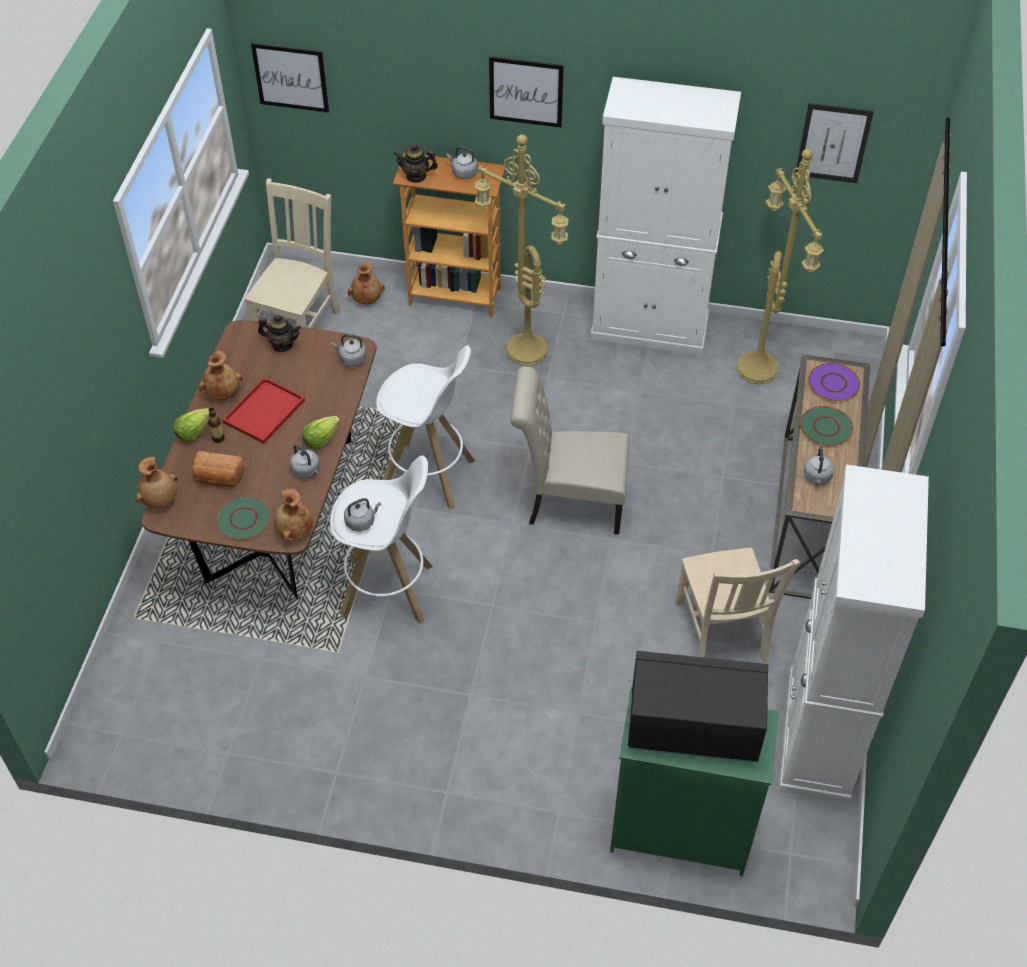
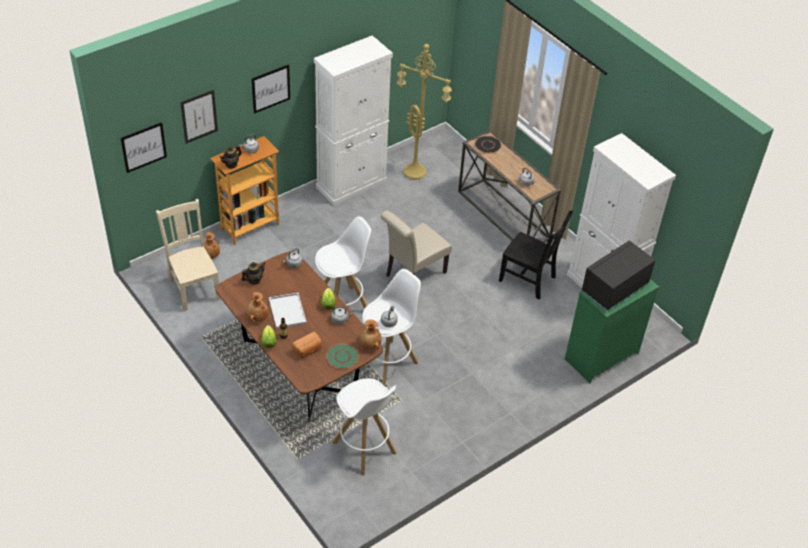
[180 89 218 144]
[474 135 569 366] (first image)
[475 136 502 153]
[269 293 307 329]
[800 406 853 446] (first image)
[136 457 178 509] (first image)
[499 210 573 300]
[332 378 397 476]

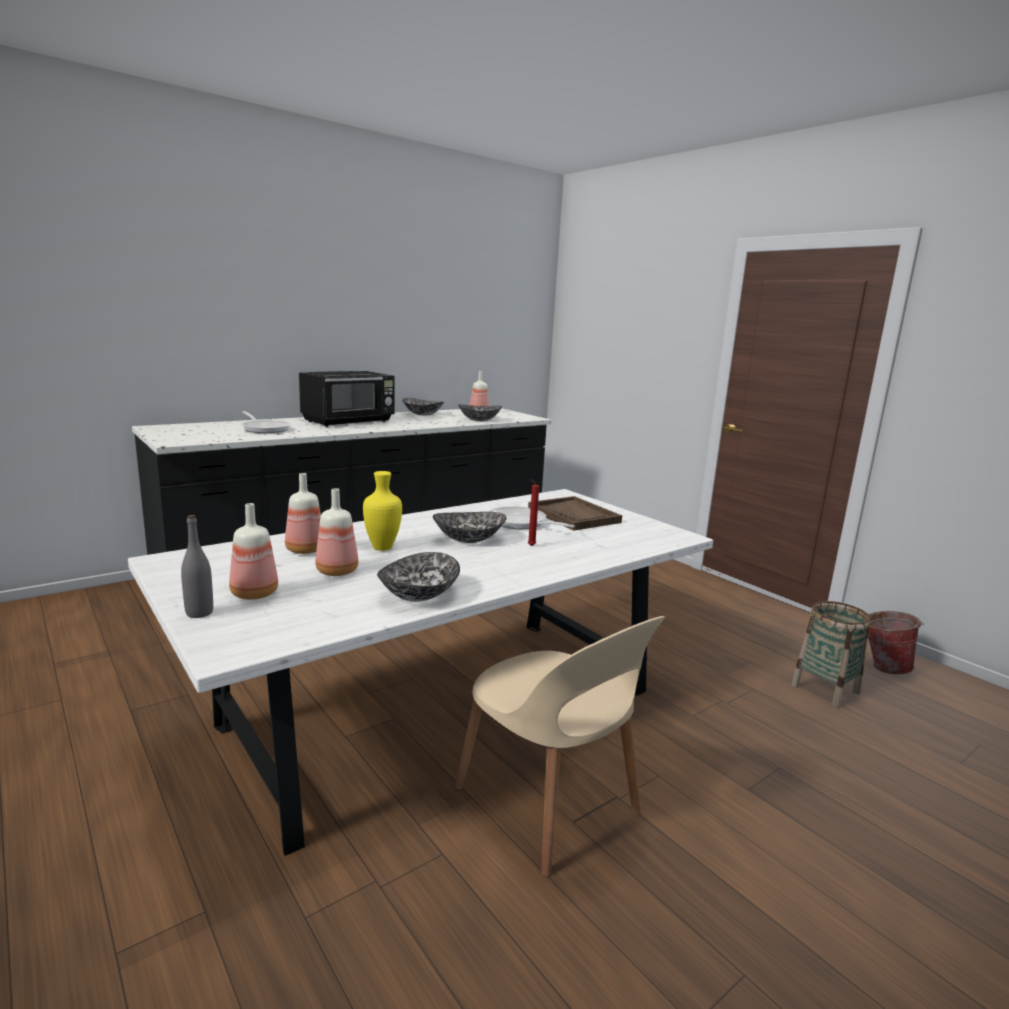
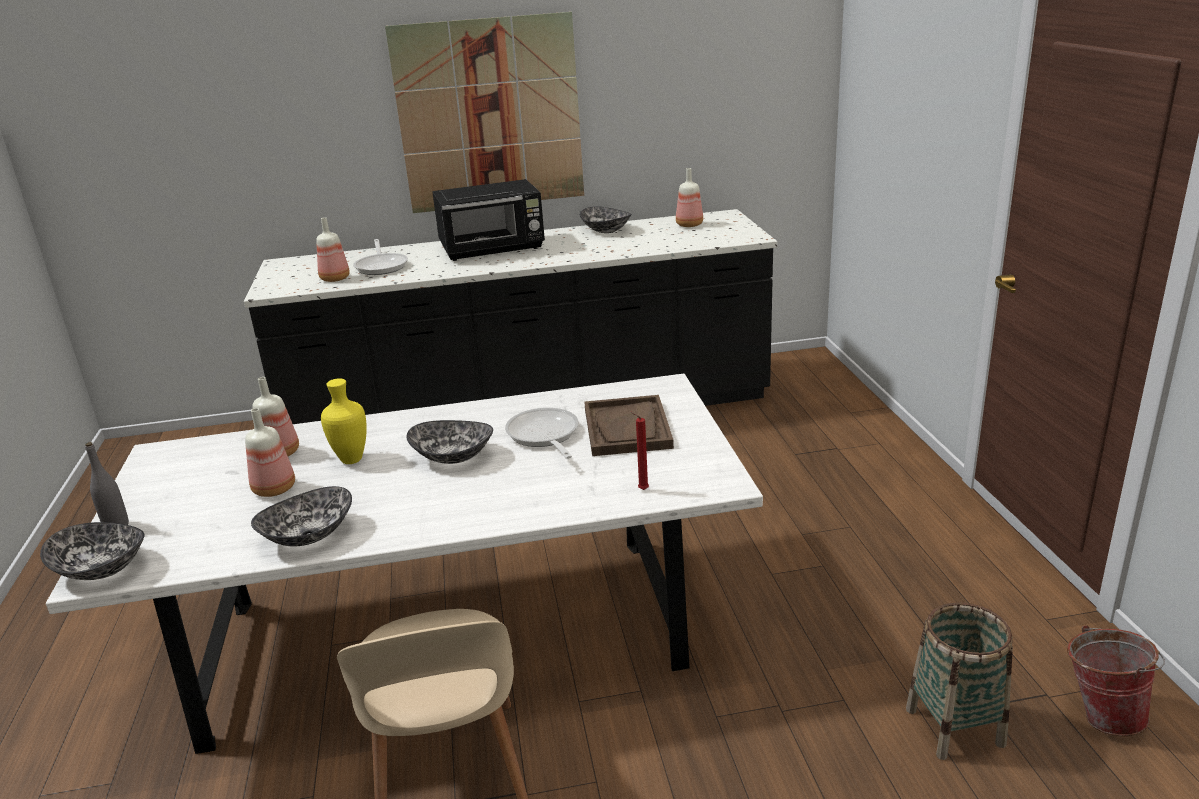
[40 522 145 580]
[631 412 649 490]
[316 217 350 282]
[385 12 584 213]

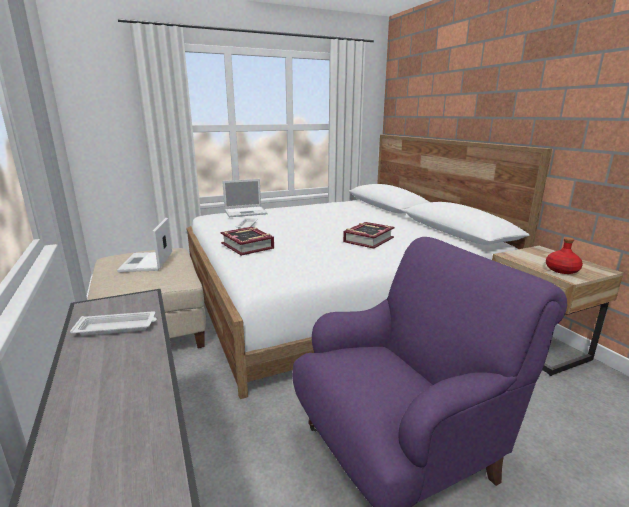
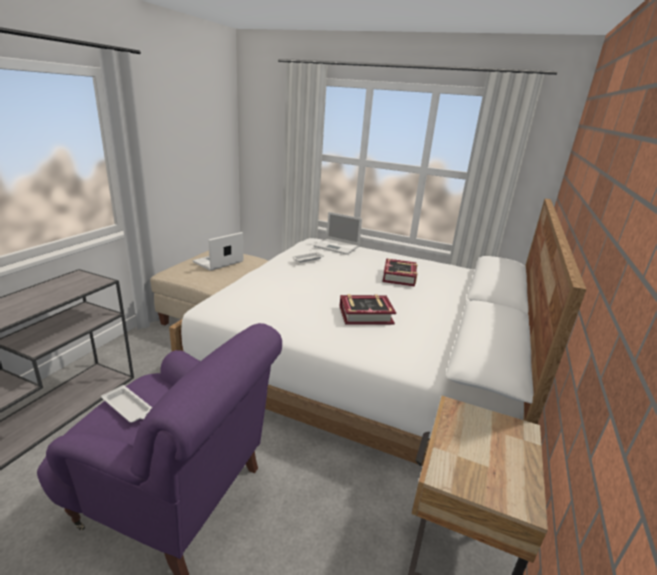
[382 258 418 287]
[546 237 583 274] (first image)
[101 385 152 423]

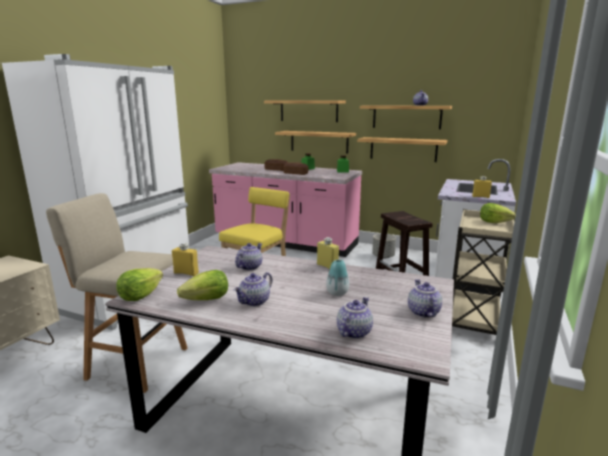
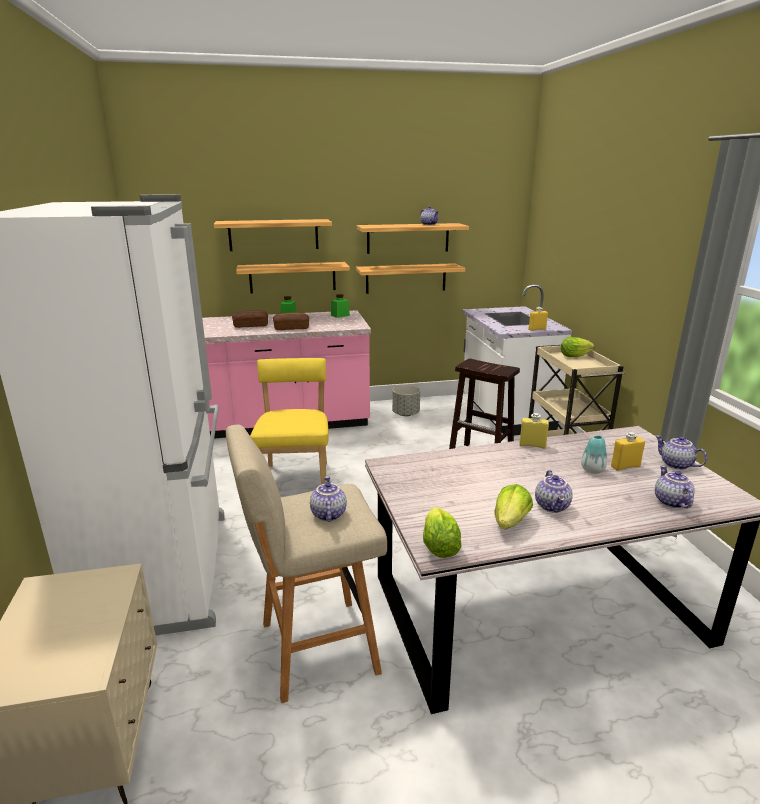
[611 432 645 471]
[310 476 347 522]

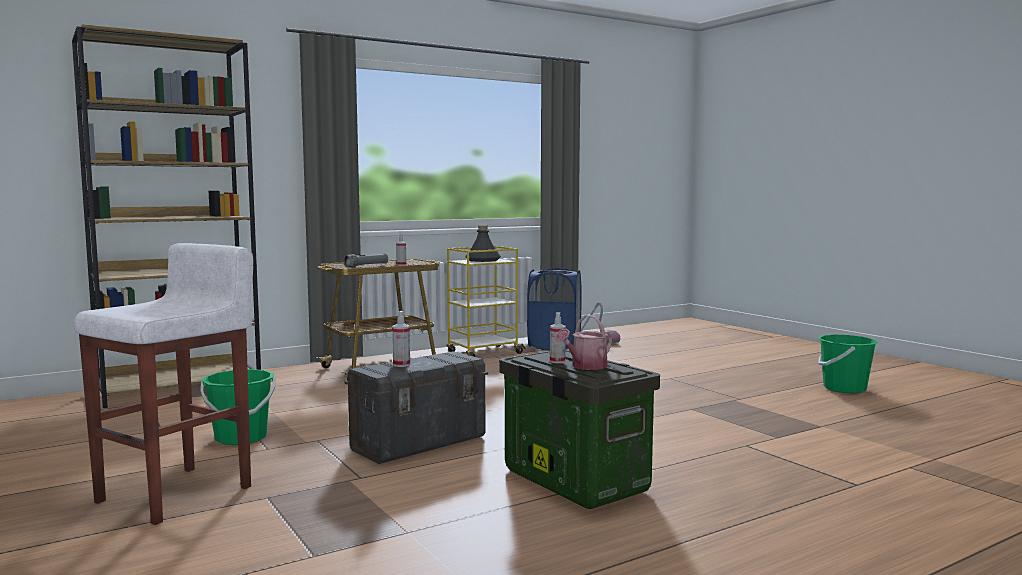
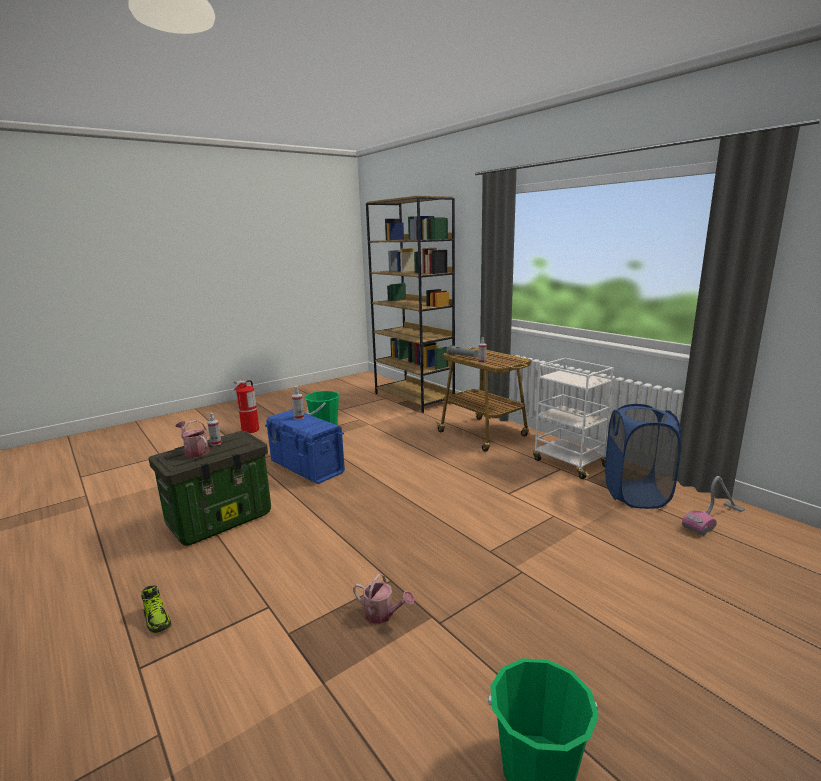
[465 225 501 262] (first image)
[234 380 259 433]
[533 358 613 479]
[265 409 345 484]
[353 574 414 624]
[141 586 172 633]

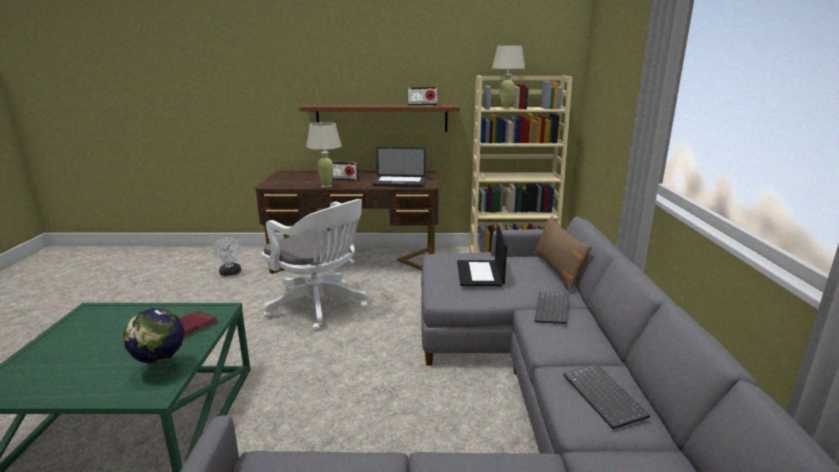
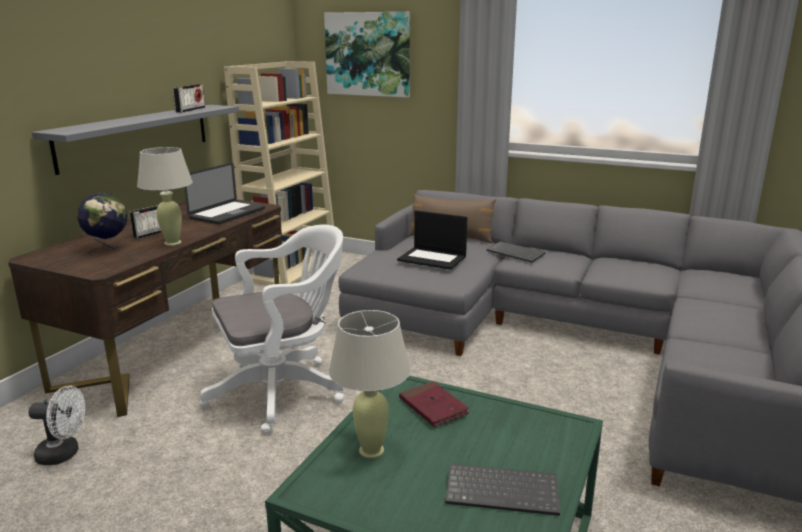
[329 310 411 458]
[32 105 239 175]
[77 193 128 256]
[445 464 560 516]
[324 12 410 97]

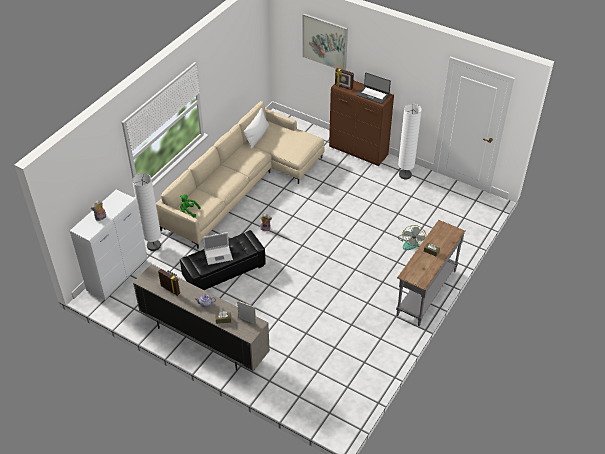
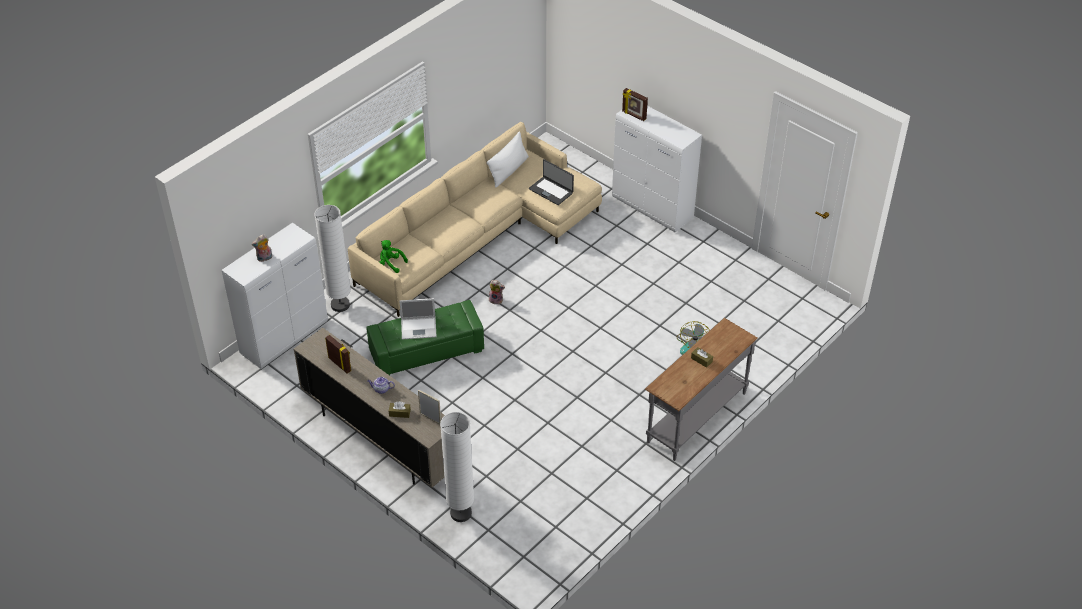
[303 13 348 70] (first image)
[529 159 574 205]
[612 106 702 233]
[440 412 474 522]
[366 300 484 375]

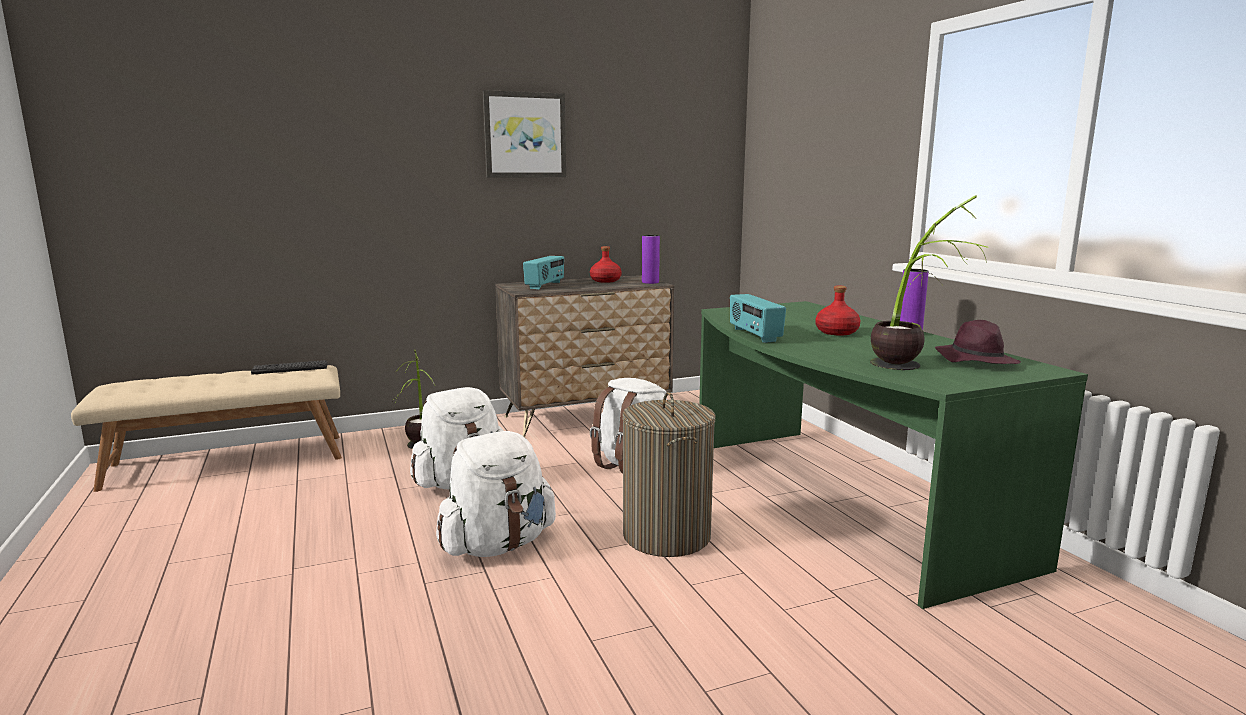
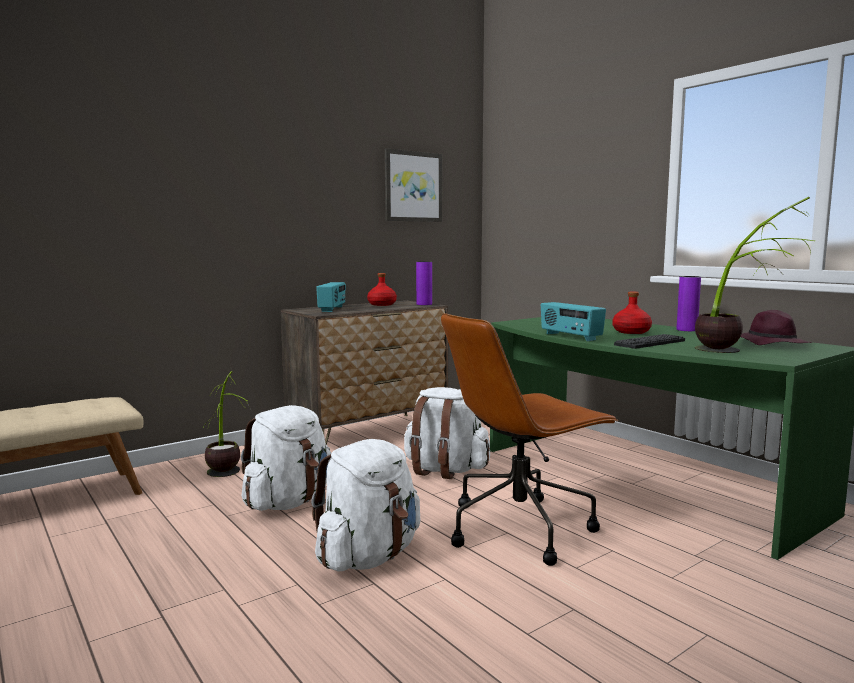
[385 148 442 222]
[614 334 685 349]
[441 313 618 566]

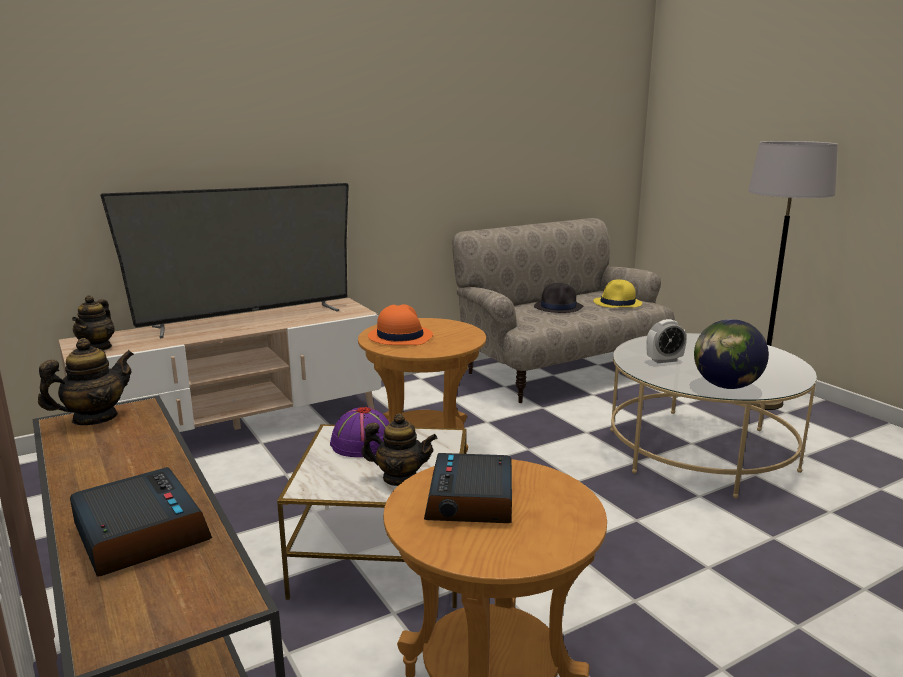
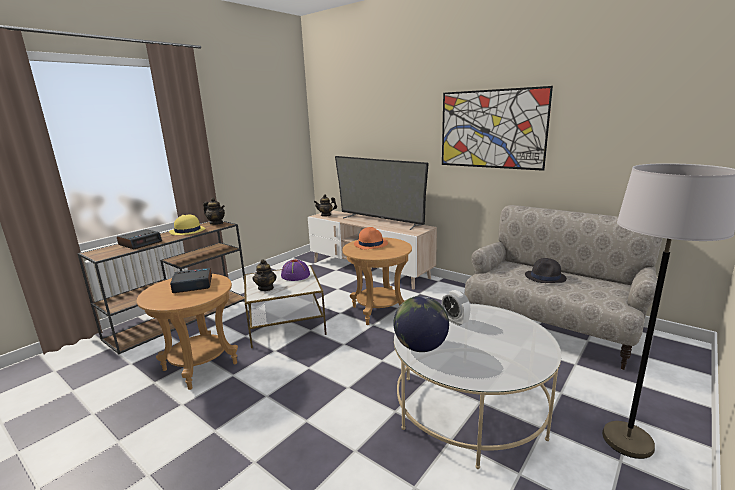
[169 215 206 235]
[442 86 553 171]

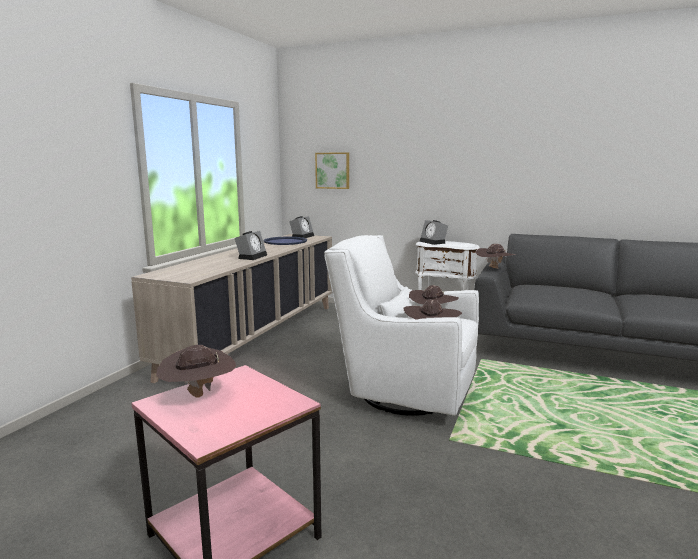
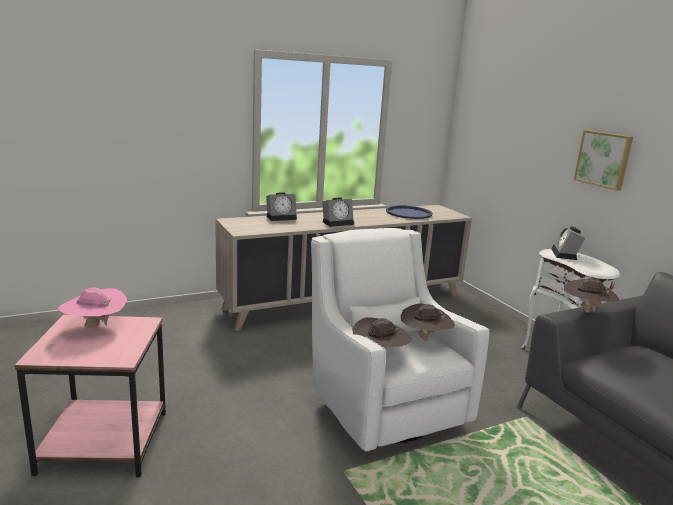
[574 130 633 191]
[266 192 297 221]
[58 288 127 328]

